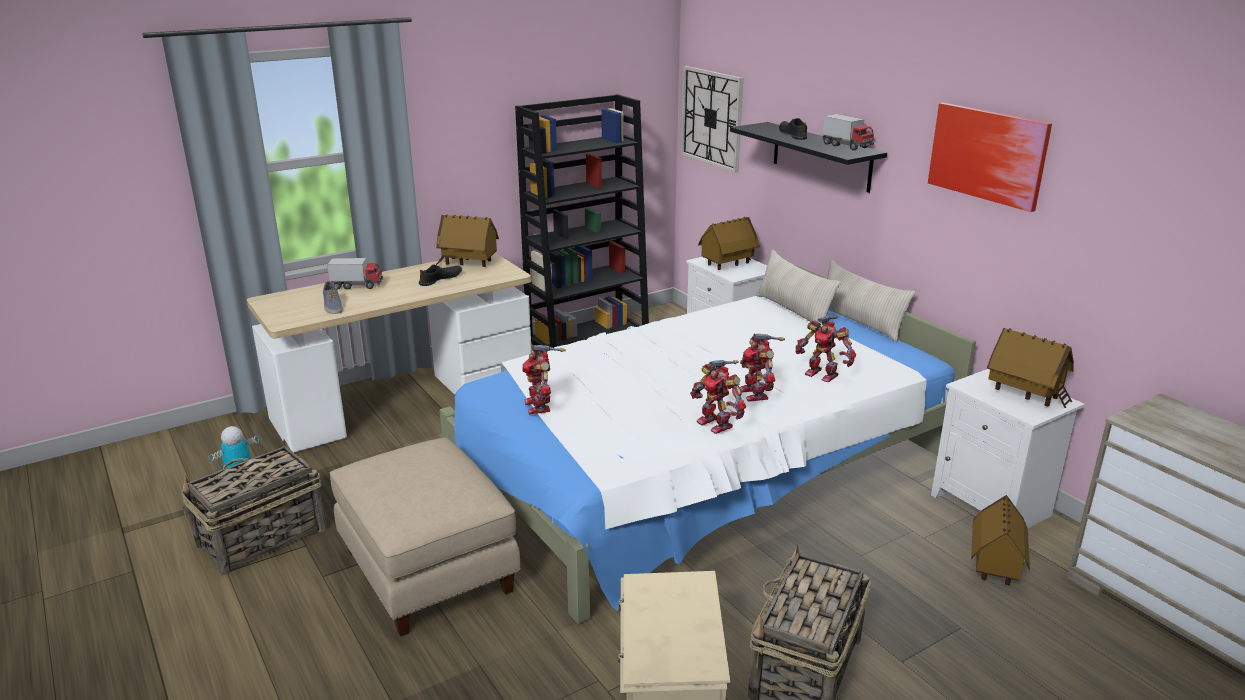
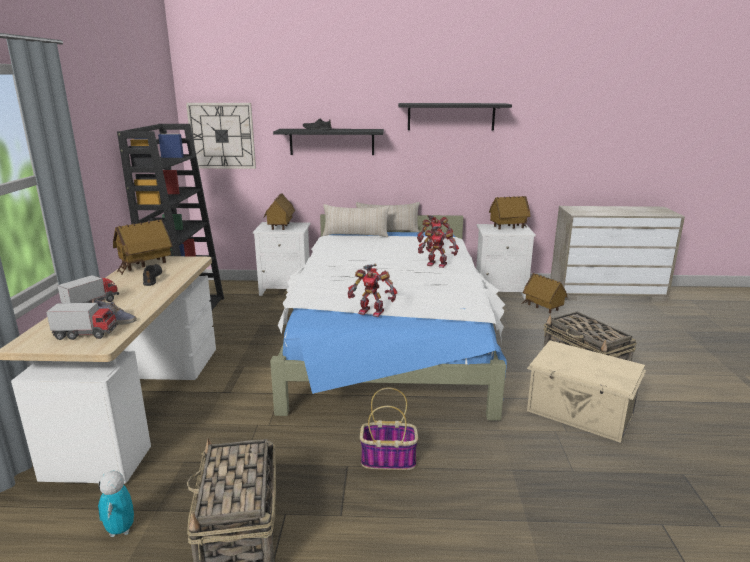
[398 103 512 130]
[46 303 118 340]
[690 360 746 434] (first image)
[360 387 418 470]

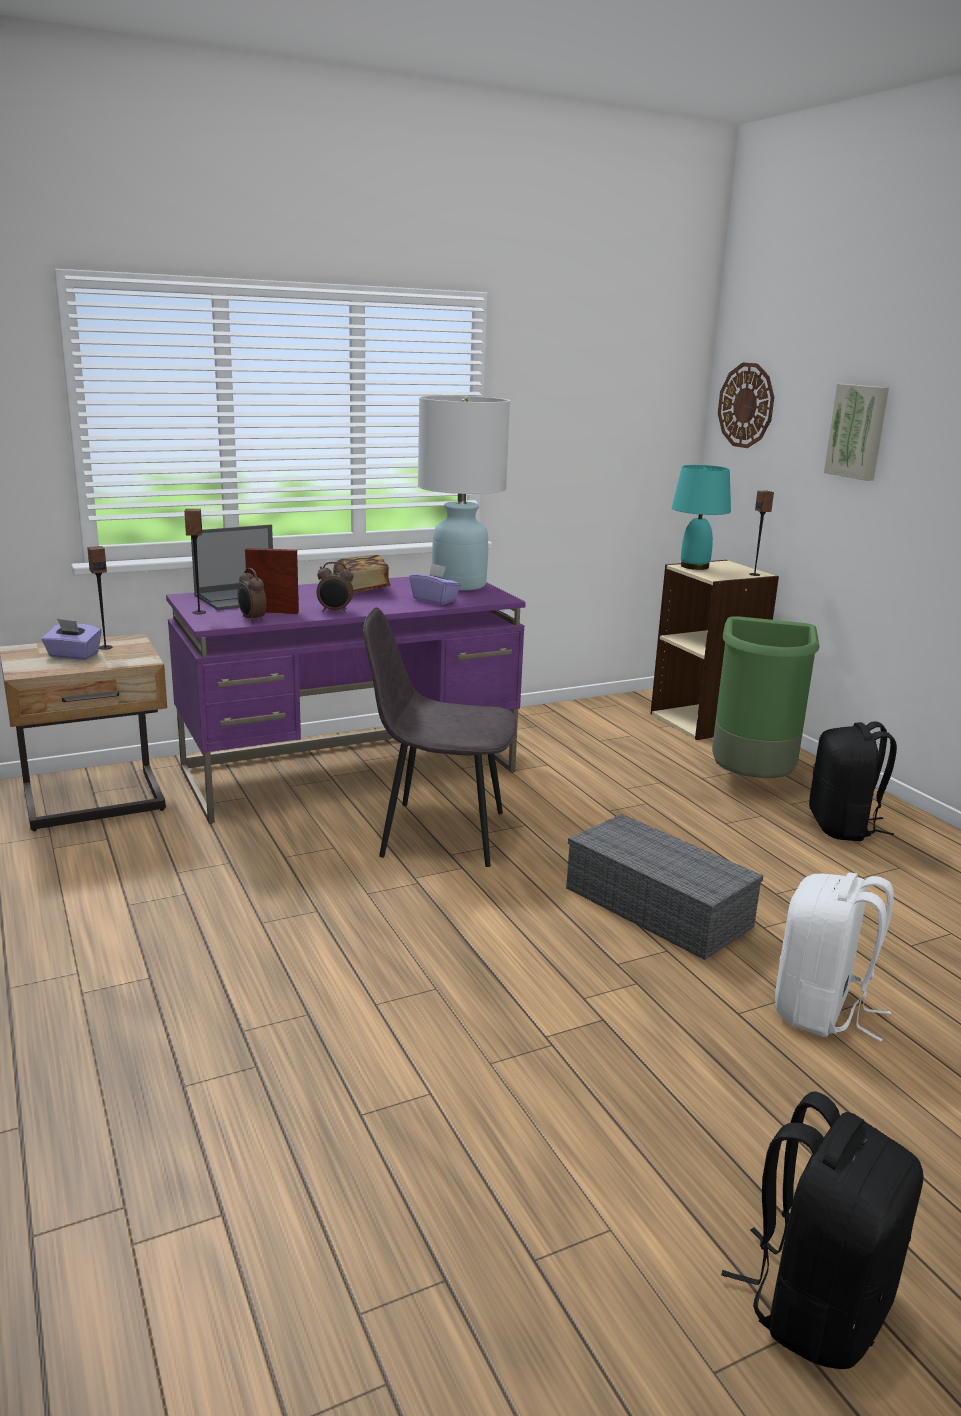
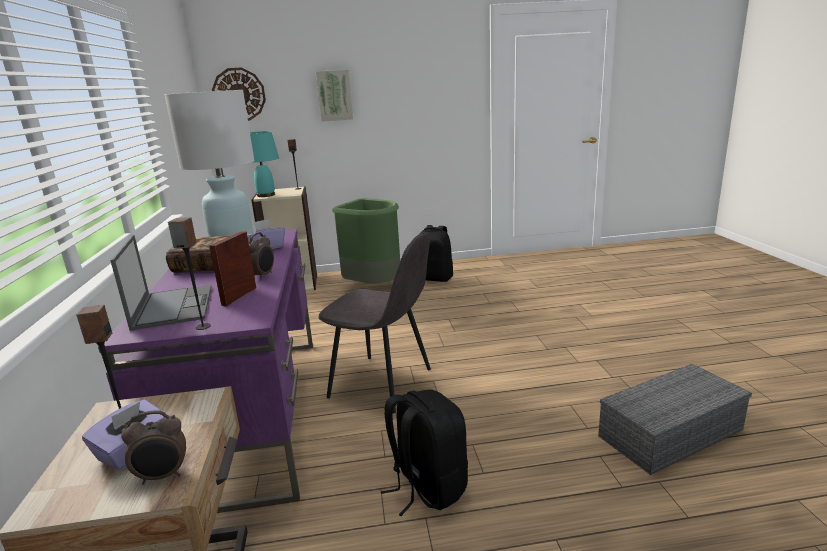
[121 410 186 485]
[318 232 431 413]
[598 364 752 475]
[775 873 894 1042] (first image)
[381 389 468 516]

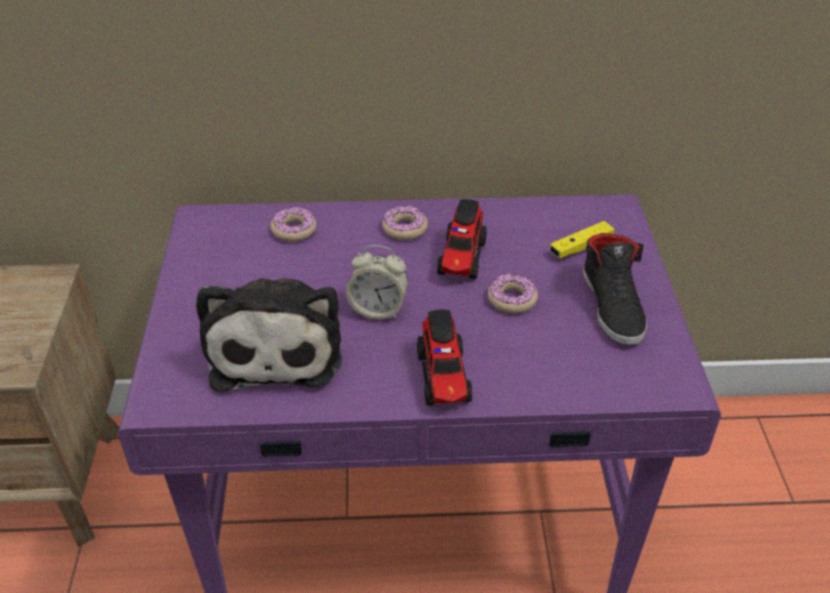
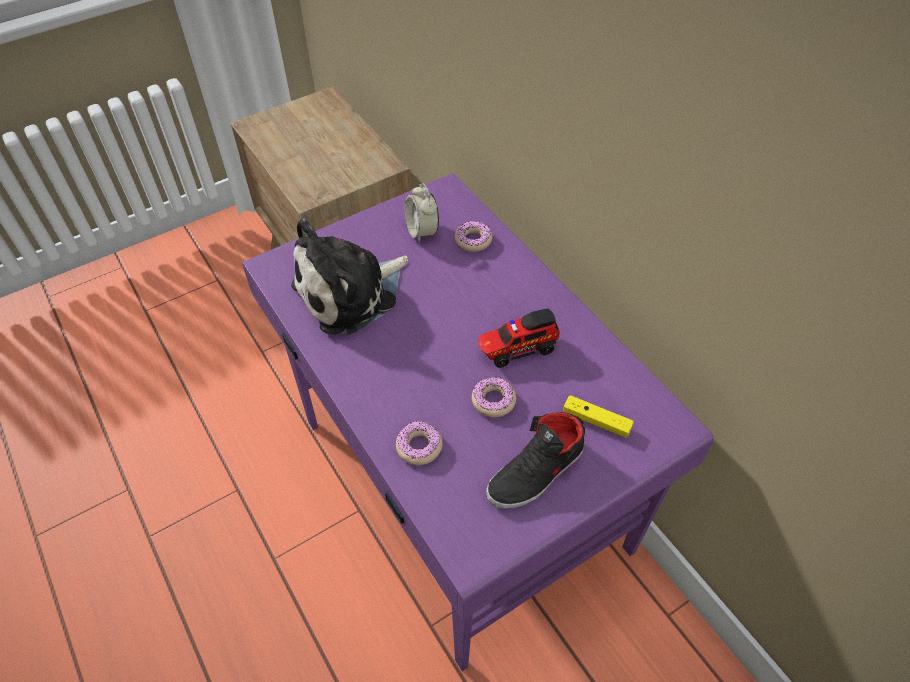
[396 421 443 465]
[405 183 439 243]
[417 309 472 406] (first image)

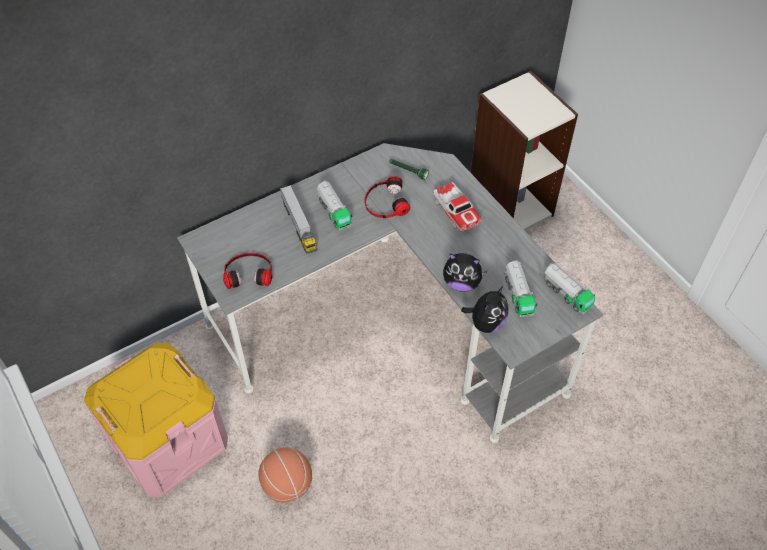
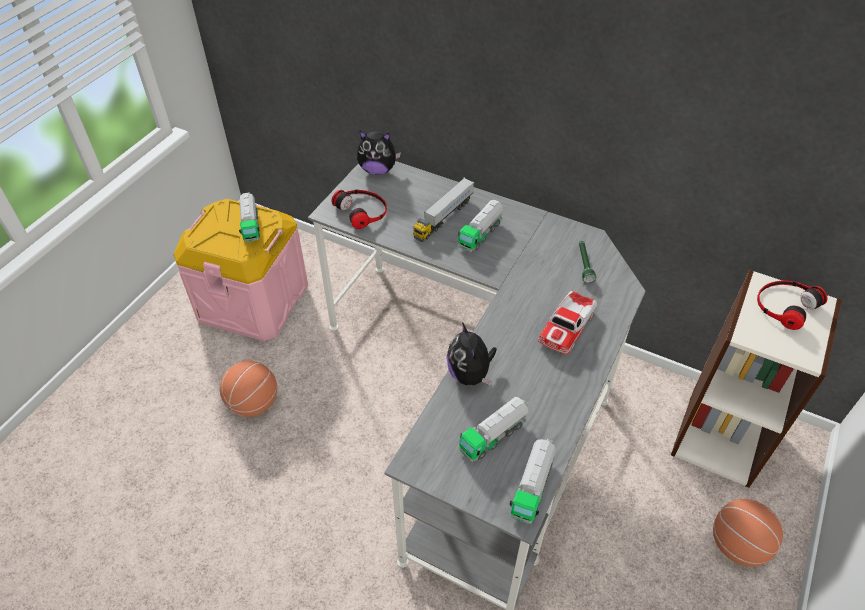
[757 281 828 330]
[357 131 401 175]
[239 192 260 242]
[713 499 783 567]

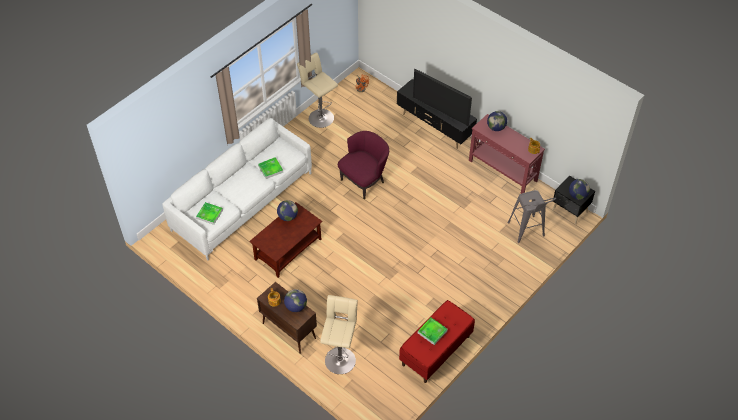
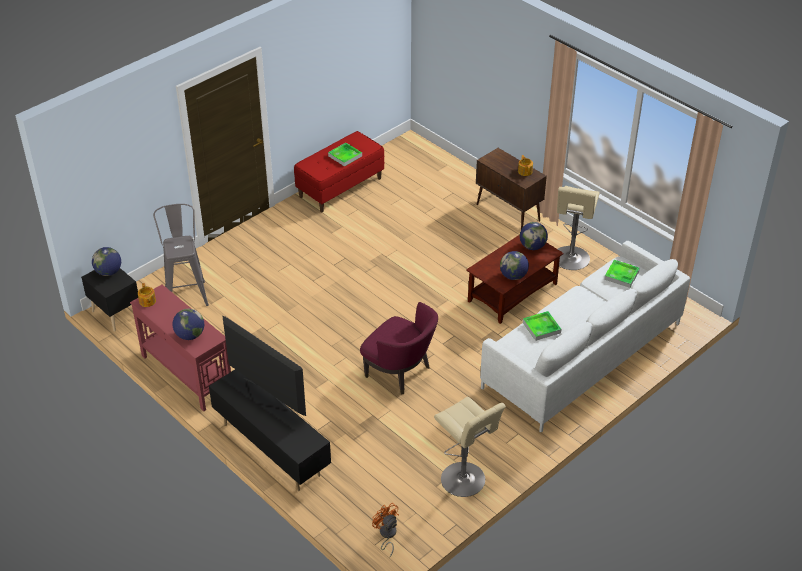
[360 302 438 394]
[520 222 548 250]
[557 186 600 270]

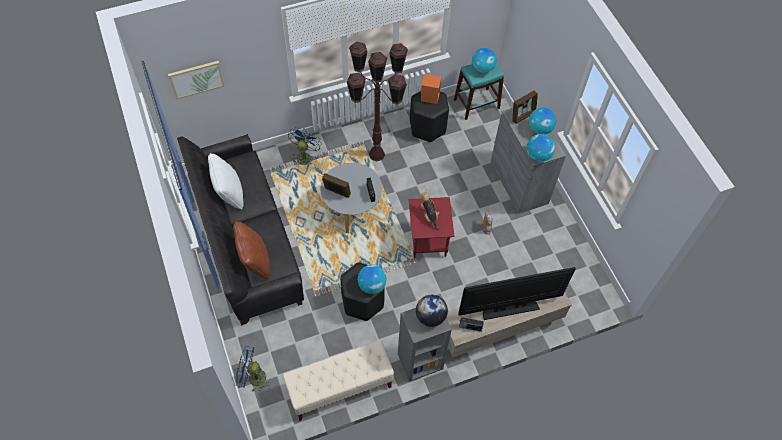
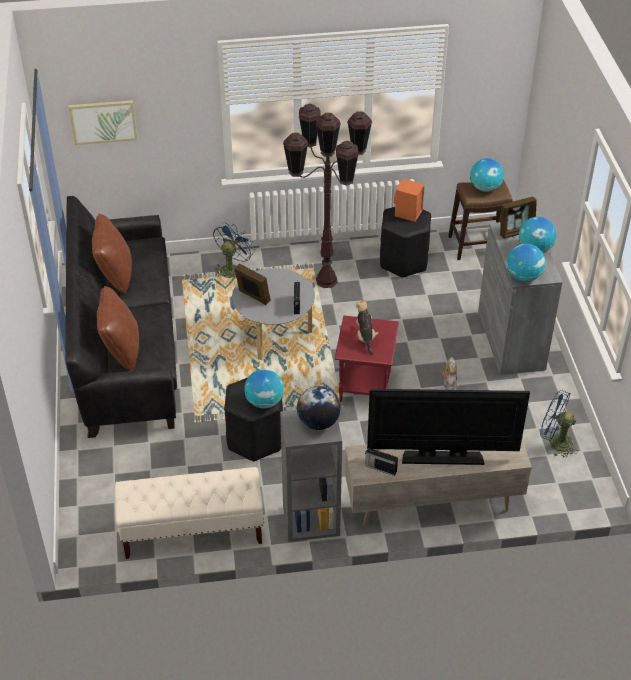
[448 179 513 260]
[92 214 132 294]
[540 390 578 458]

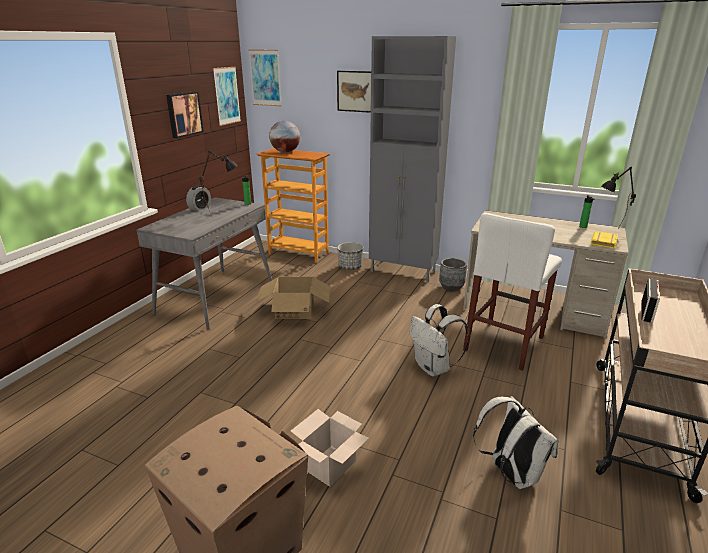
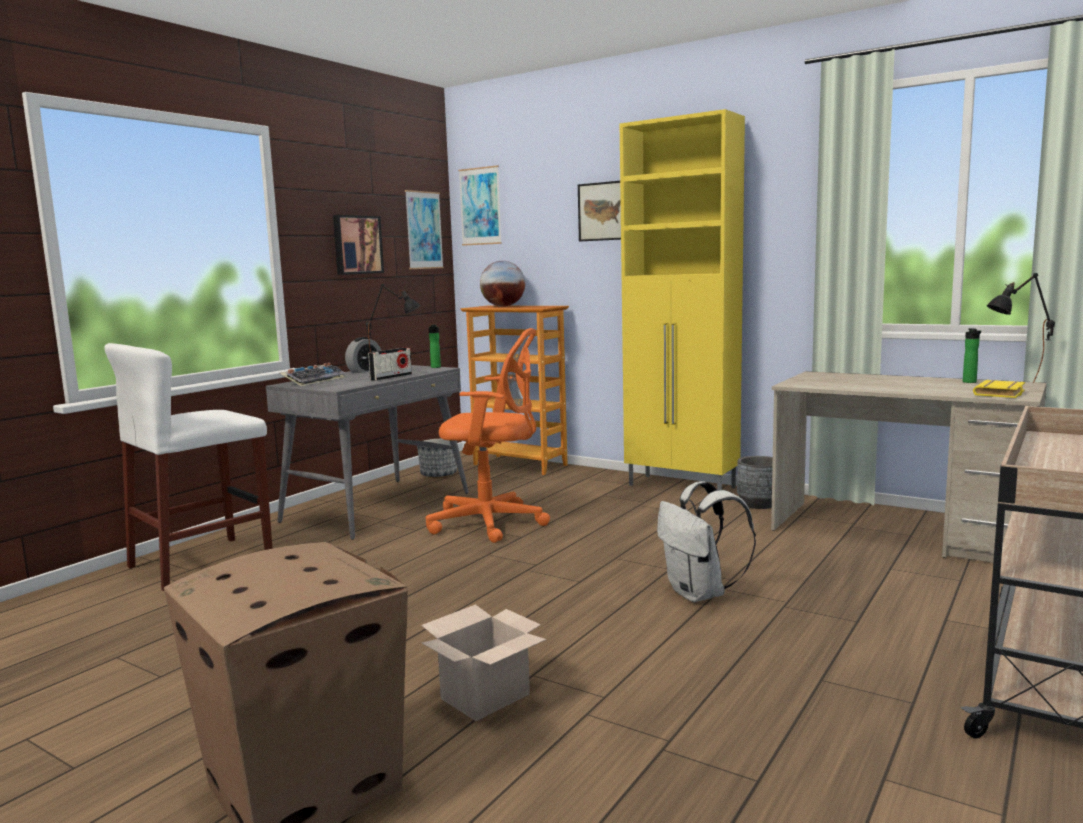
[620 109 745 490]
[104 343 272 591]
[417 439 457 478]
[426 328 550 543]
[368 348 412 381]
[473 396 558 489] (first image)
[280 363 345 386]

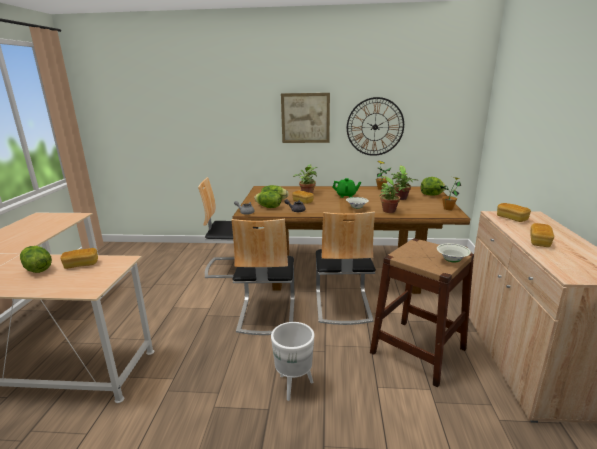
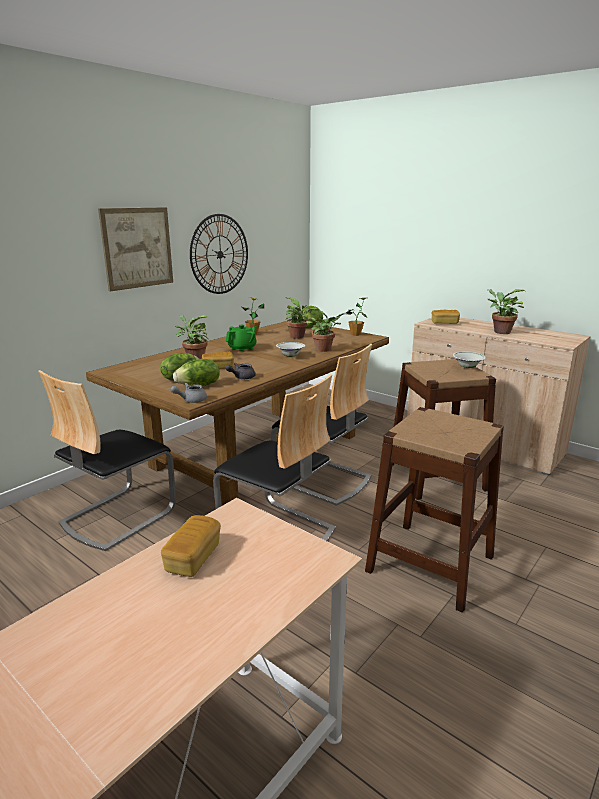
[487 289 525 334]
[20 246 52 273] (first image)
[365 407 504 613]

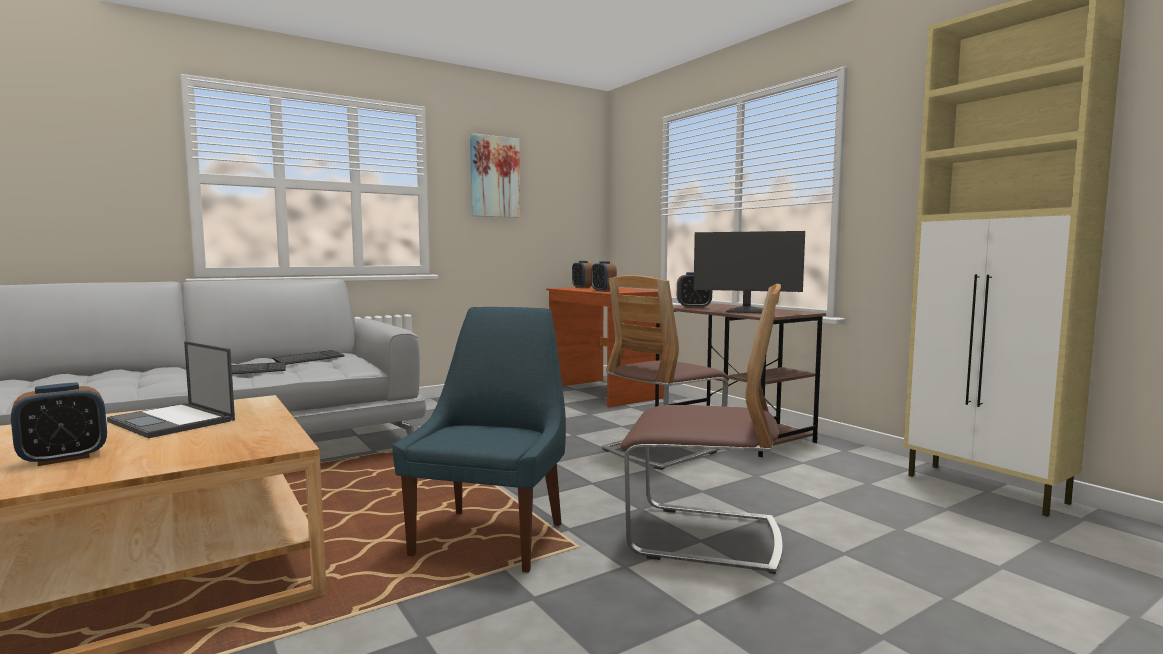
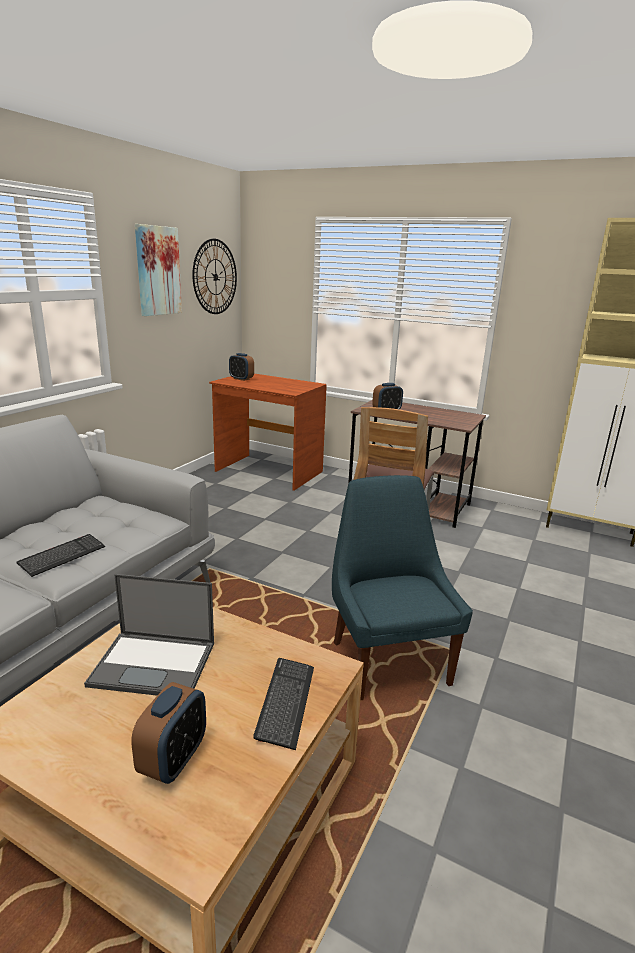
[694 231 805 313] (first image)
[591 261 617 292] (first image)
[621 284 783 574] (first image)
[253 658 314 750]
[192 239 237 314]

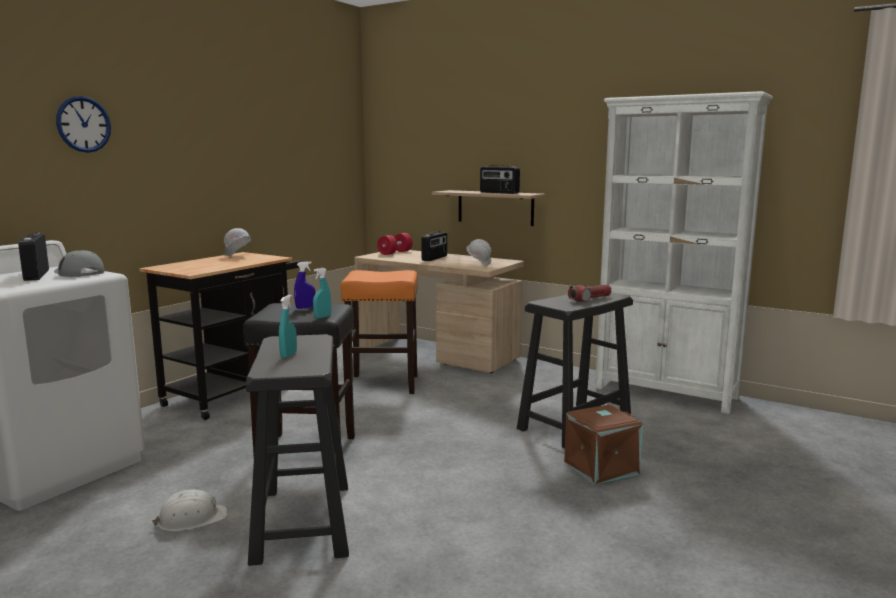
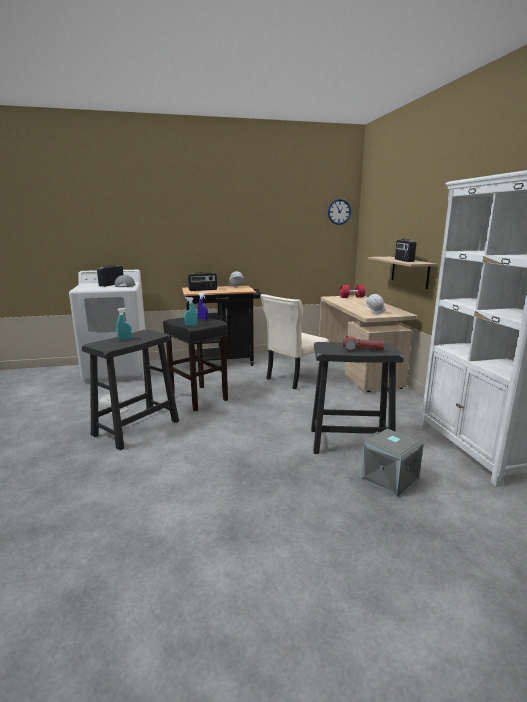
[328 199 351 225]
[188 272 217 291]
[260 294 329 389]
[564 405 643 485] (first image)
[361 428 424 497]

